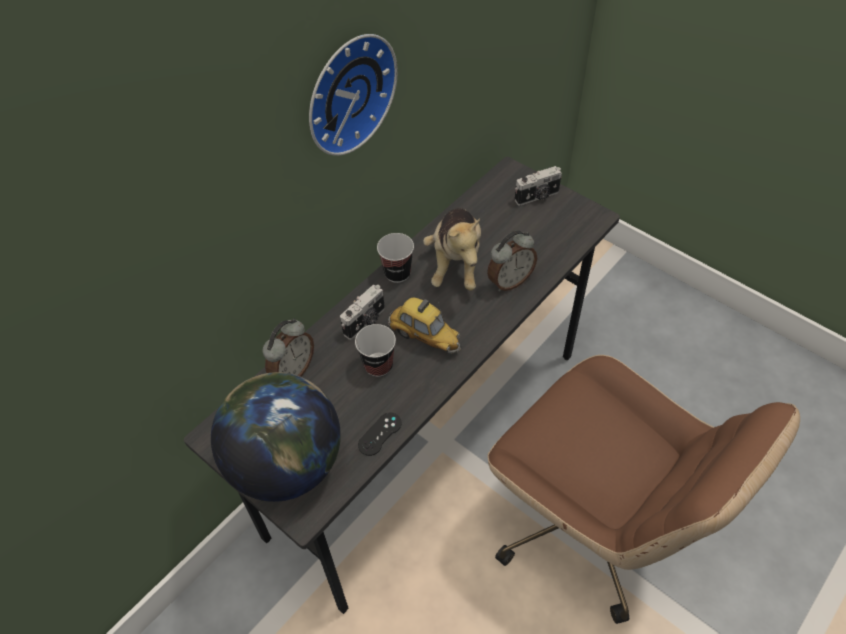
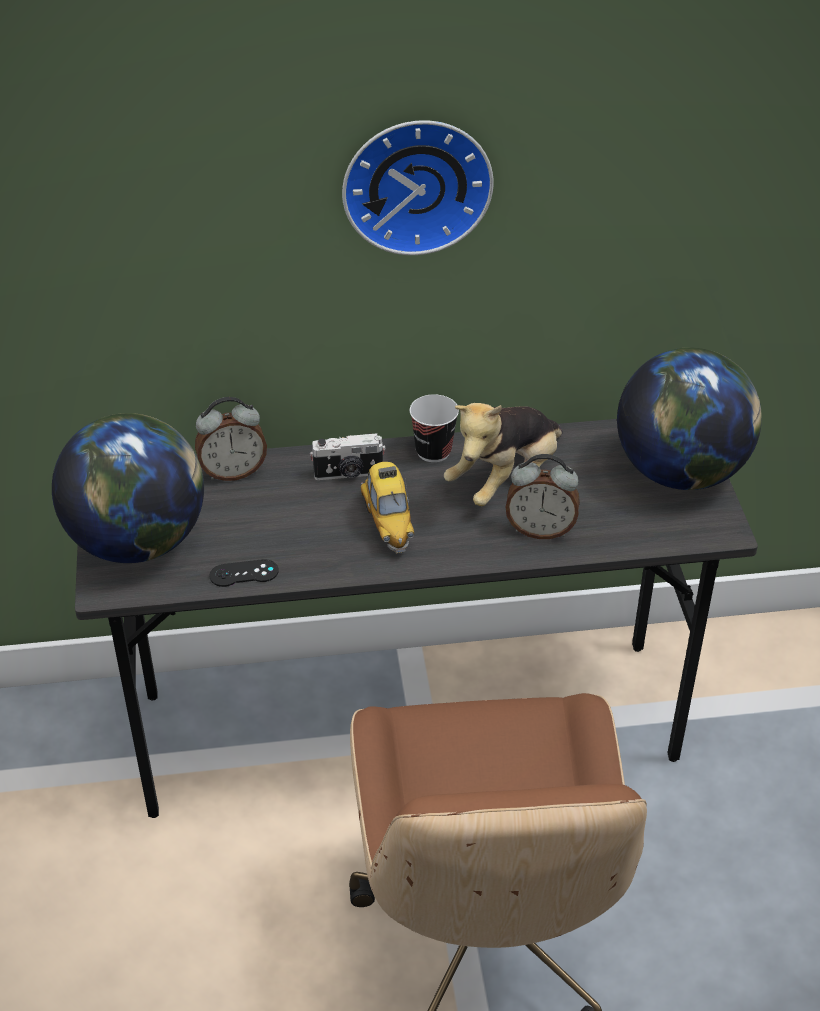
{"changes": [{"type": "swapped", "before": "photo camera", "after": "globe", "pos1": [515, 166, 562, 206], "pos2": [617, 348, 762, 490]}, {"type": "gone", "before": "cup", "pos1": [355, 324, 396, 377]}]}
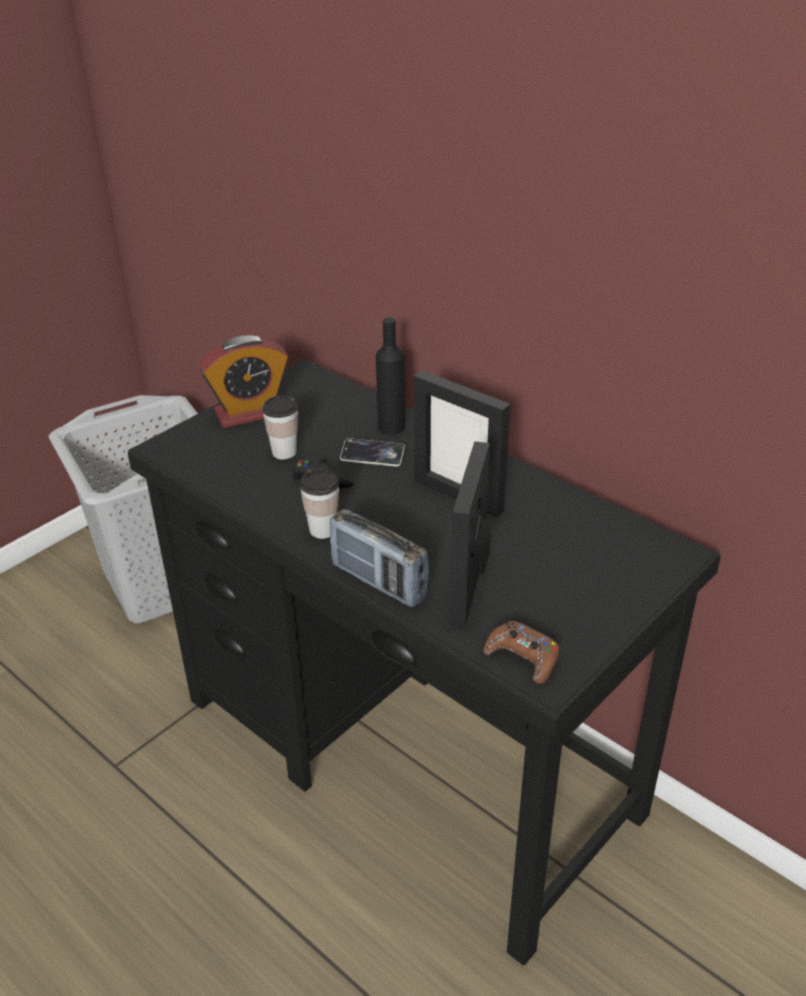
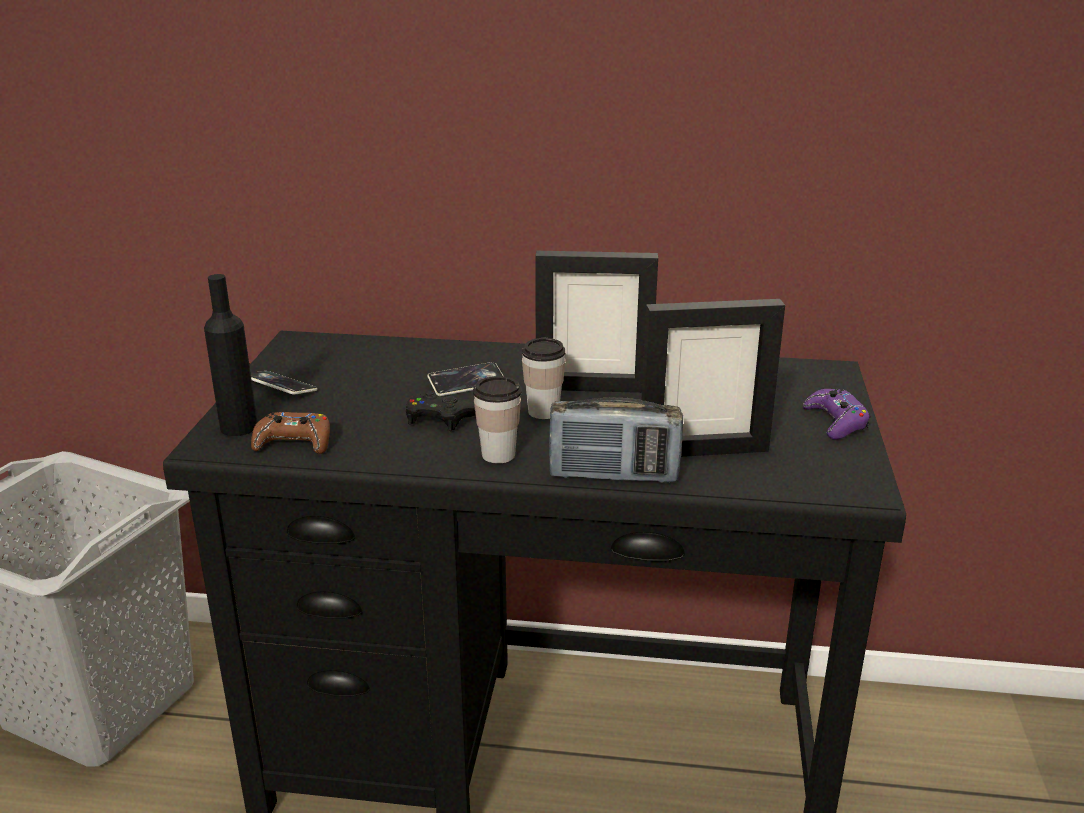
{"changes": [{"type": "shifted", "before": "bottle (black)", "pos1": [376, 317, 405, 435], "pos2": [204, 274, 257, 436]}, {"type": "swapped", "before": "alarm clock", "after": "phone", "pos1": [199, 336, 289, 428], "pos2": [251, 371, 317, 394]}, {"type": "shifted", "before": "game controller (brown)", "pos1": [483, 621, 559, 684], "pos2": [251, 412, 330, 454]}, {"type": "shifted", "before": "cup", "pos1": [262, 395, 298, 459], "pos2": [522, 338, 565, 419]}, {"type": "rotated", "before": "picture frame", "pos1": [450, 441, 491, 627], "pos2": [642, 299, 785, 457], "turn": -75}, {"type": "new", "after": "game controller (purple)", "pos2": [803, 388, 870, 440]}]}
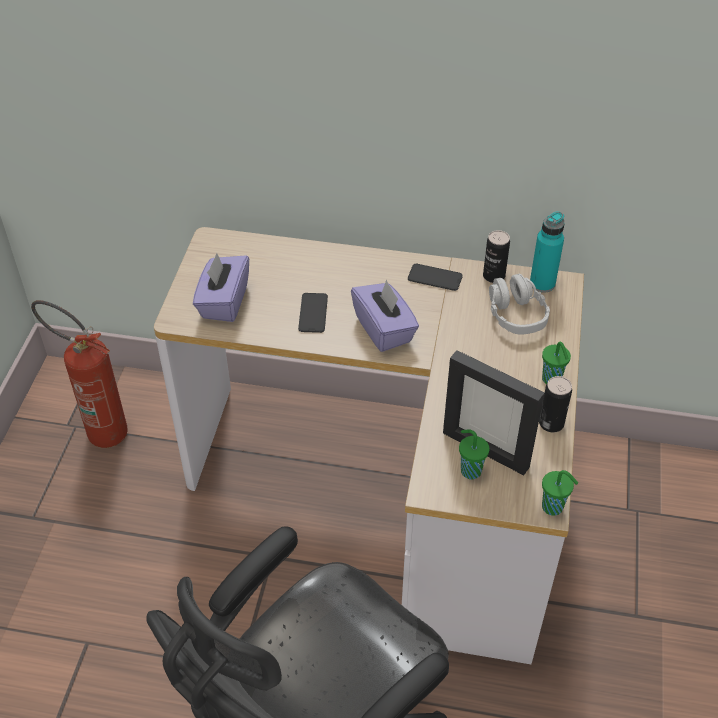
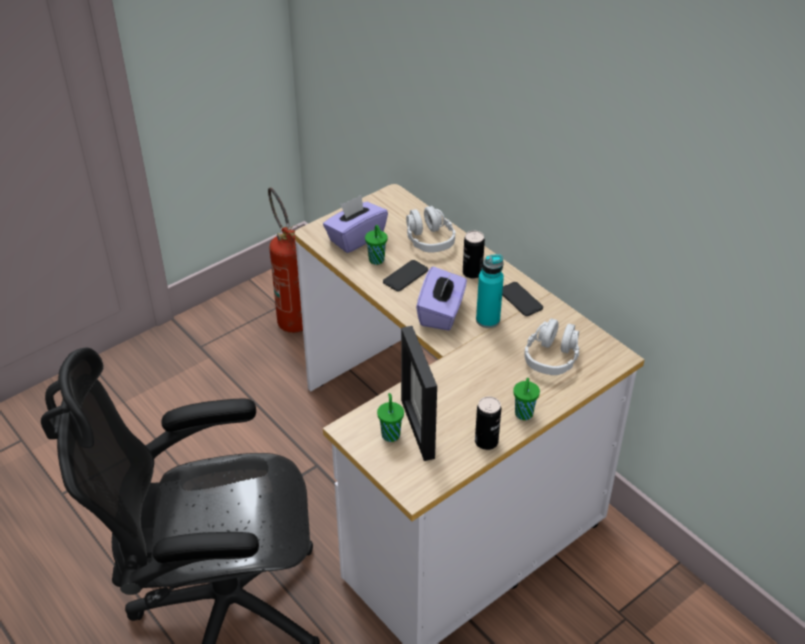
{"changes": [{"type": "shifted", "before": "cup (green)", "pos1": [542, 470, 578, 516], "pos2": [365, 225, 388, 265]}, {"type": "new", "after": "headphones (grey)", "pos2": [406, 206, 455, 253]}, {"type": "shifted", "before": "can", "pos1": [483, 230, 510, 283], "pos2": [463, 231, 485, 278]}, {"type": "shifted", "before": "bottle (turquoise)", "pos1": [530, 211, 565, 293], "pos2": [476, 254, 504, 328]}]}
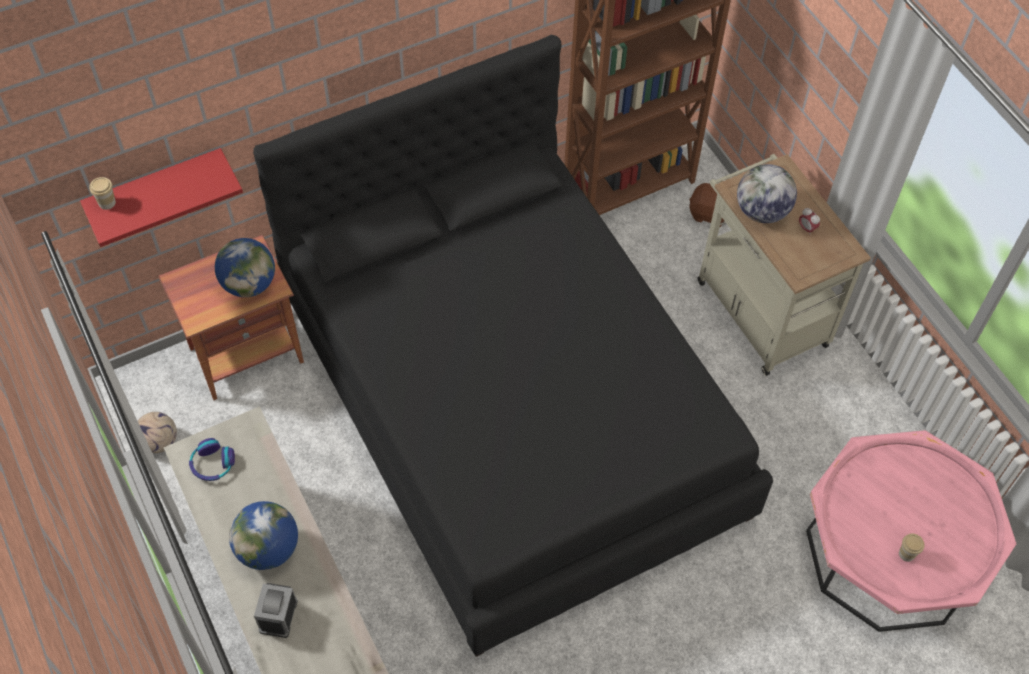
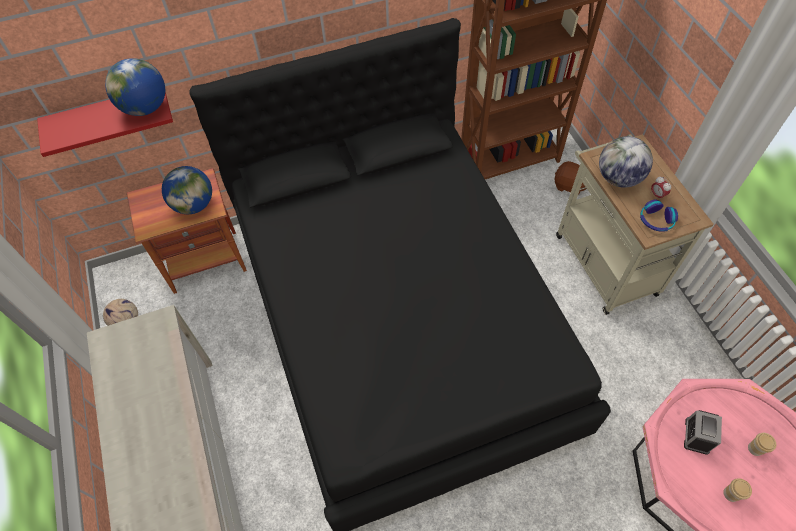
{"changes": [{"type": "shifted", "before": "globe", "pos1": [229, 501, 298, 570], "pos2": [105, 58, 165, 116]}, {"type": "shifted", "before": "headphones", "pos1": [189, 438, 235, 481], "pos2": [640, 200, 678, 232]}, {"type": "shifted", "before": "alarm clock", "pos1": [254, 583, 298, 638], "pos2": [684, 410, 722, 455]}, {"type": "shifted", "before": "cup", "pos1": [89, 177, 116, 210], "pos2": [748, 433, 776, 456]}]}
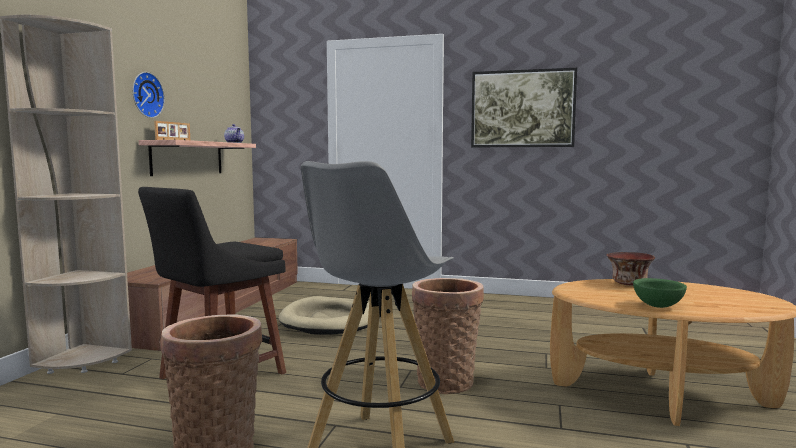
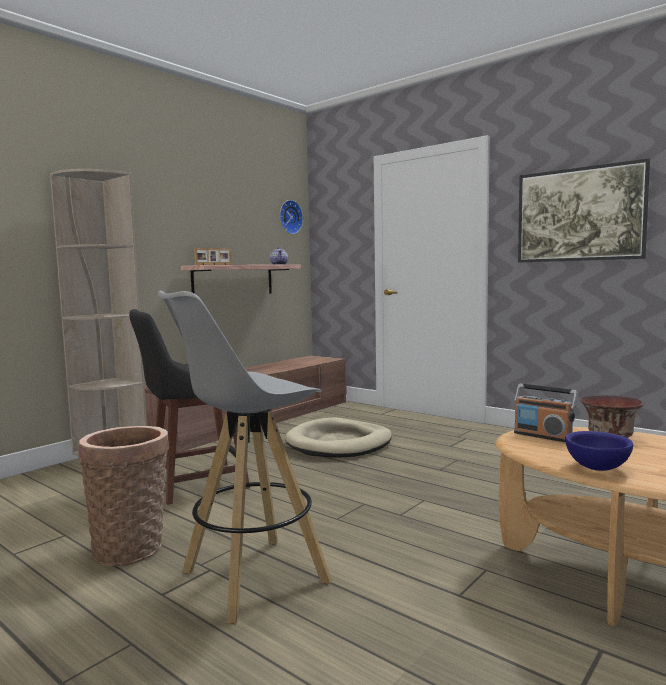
{"changes": [{"type": "shifted", "before": "wall clock", "pos1": [132, 72, 165, 118], "pos2": [280, 200, 303, 234]}, {"type": "new", "after": "radio", "pos2": [514, 384, 578, 443]}, {"type": "repainted", "before": "bowl (green)", "after": "bowl (blue)", "pos1": [633, 278, 687, 308], "pos2": [565, 431, 633, 471]}, {"type": "gone", "before": "basket", "pos1": [412, 278, 484, 394]}]}
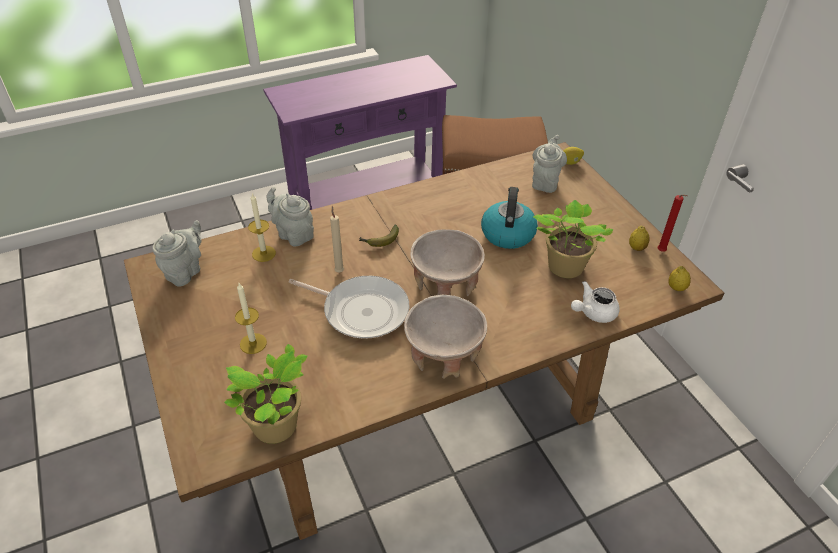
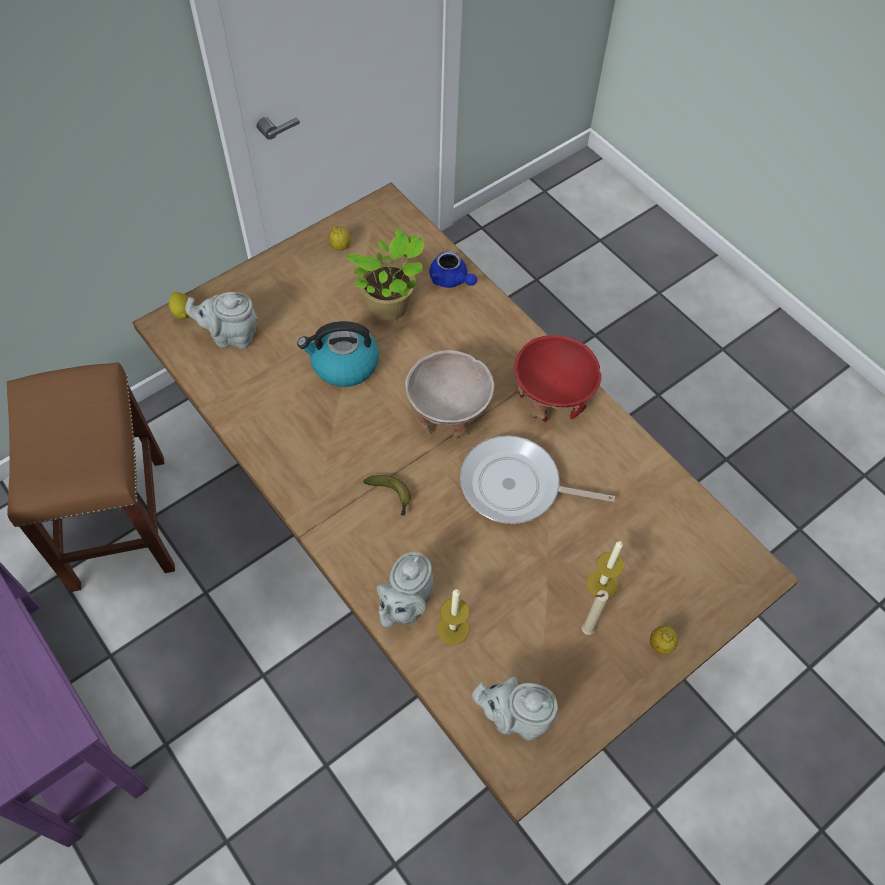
{"changes": [{"type": "repainted", "before": "teapot (white)", "after": "teapot (blue)", "pos1": [571, 281, 620, 323], "pos2": [429, 251, 477, 288]}, {"type": "rotated", "before": "frying pan", "pos1": [289, 276, 410, 339], "pos2": [460, 436, 615, 524], "turn": -90}, {"type": "repainted", "before": "bowl (beige)", "after": "bowl (red)", "pos1": [404, 295, 487, 379], "pos2": [515, 335, 601, 422]}, {"type": "shifted", "before": "candle (beige)", "pos1": [330, 206, 344, 272], "pos2": [582, 590, 609, 635]}, {"type": "shifted", "before": "lemon", "pos1": [669, 266, 691, 291], "pos2": [650, 626, 678, 654]}, {"type": "gone", "before": "potted plant", "pos1": [224, 344, 308, 444]}, {"type": "gone", "before": "candle (red)", "pos1": [657, 194, 688, 252]}]}
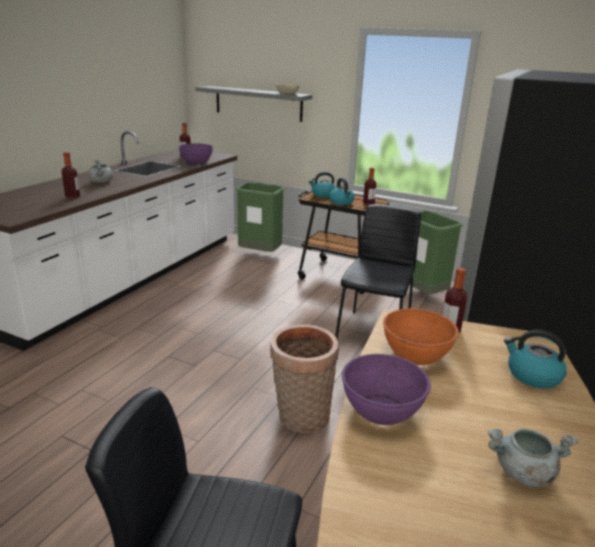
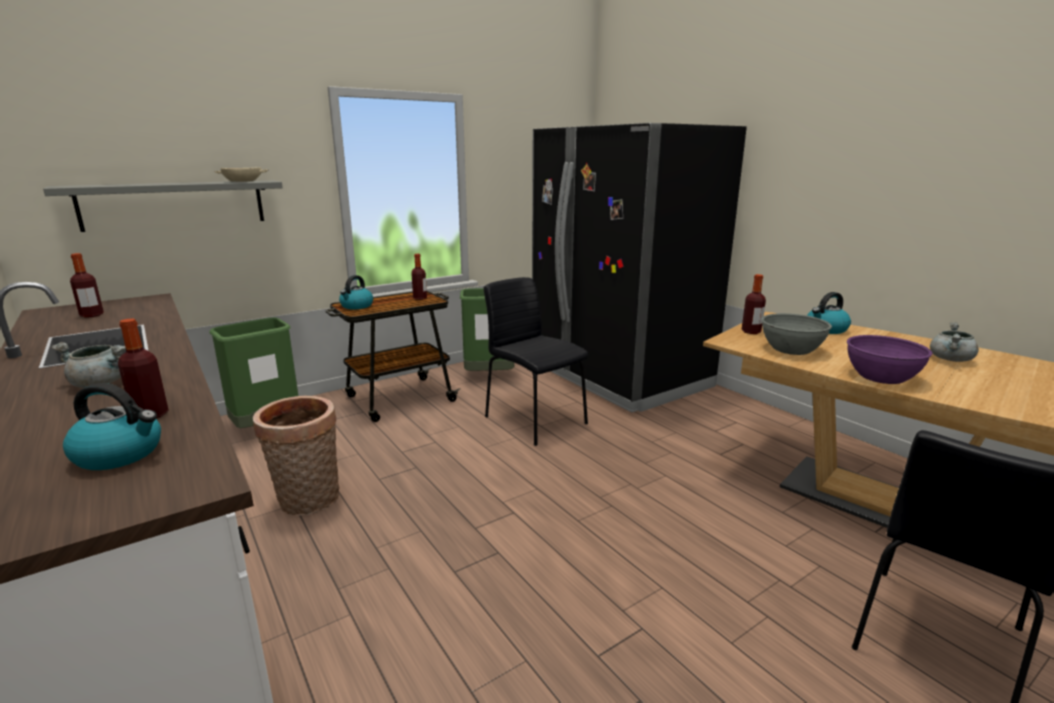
{"changes": [{"type": "shifted", "before": "kettle", "pos1": [329, 178, 355, 205], "pos2": [63, 383, 161, 470]}, {"type": "shifted", "before": "basket", "pos1": [270, 325, 339, 433], "pos2": [253, 396, 340, 516]}, {"type": "repainted", "before": "bowl (orange)", "after": "bowl (grey)", "pos1": [383, 308, 459, 365], "pos2": [761, 313, 832, 355]}, {"type": "gone", "before": "bowl (purple)", "pos1": [178, 143, 213, 164]}]}
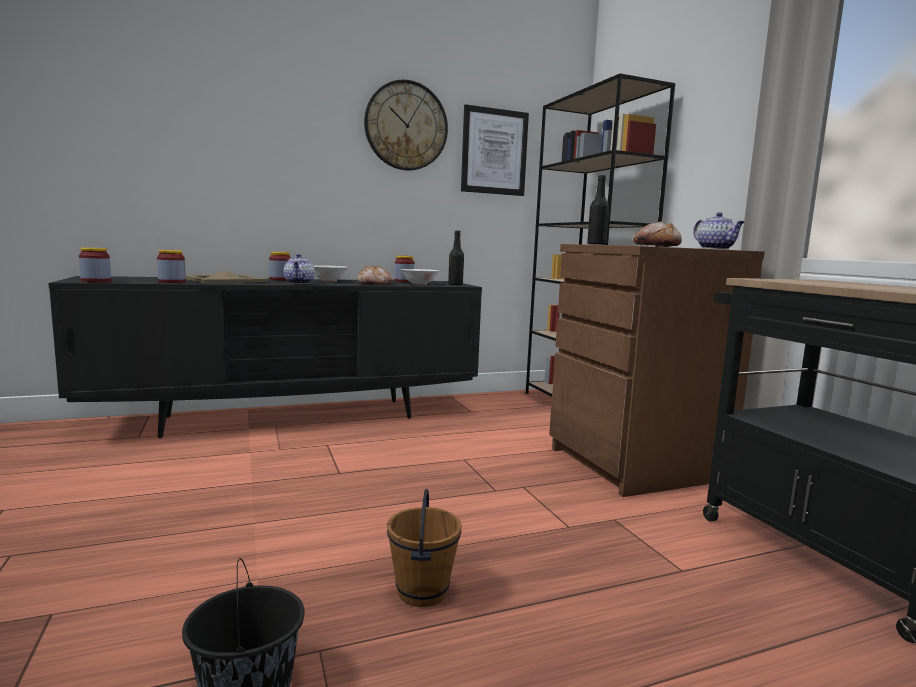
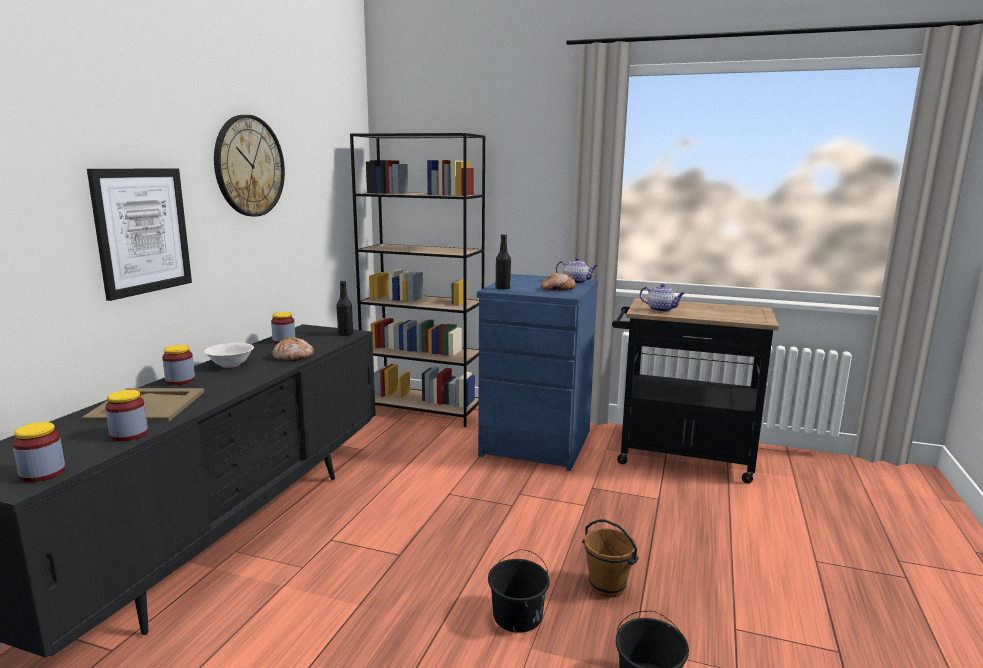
{"changes": [{"type": "shifted", "before": "picture", "pos1": [461, 104, 529, 196], "pos2": [87, 168, 192, 301]}, {"type": "repainted", "before": "dresser (brown)", "after": "dresser (blue)", "pos1": [549, 244, 765, 497], "pos2": [477, 274, 598, 471]}, {"type": "new", "after": "bucket (black)", "pos2": [488, 549, 549, 633]}, {"type": "shifted", "before": "teapot", "pos1": [284, 254, 315, 284], "pos2": [640, 283, 685, 312]}, {"type": "gone", "before": "bowl (white)", "pos1": [401, 269, 439, 285]}]}
